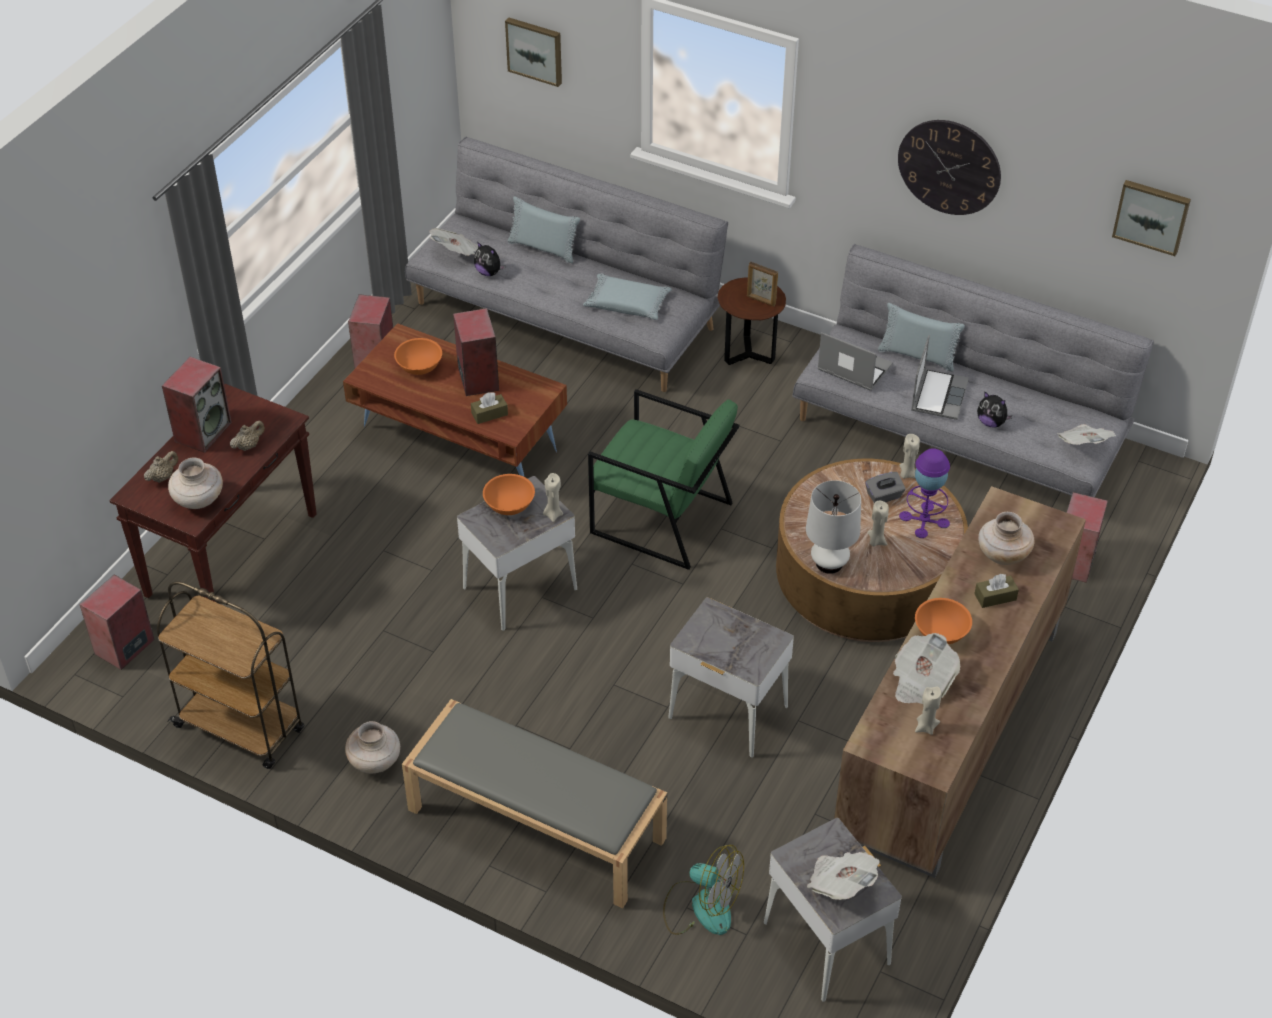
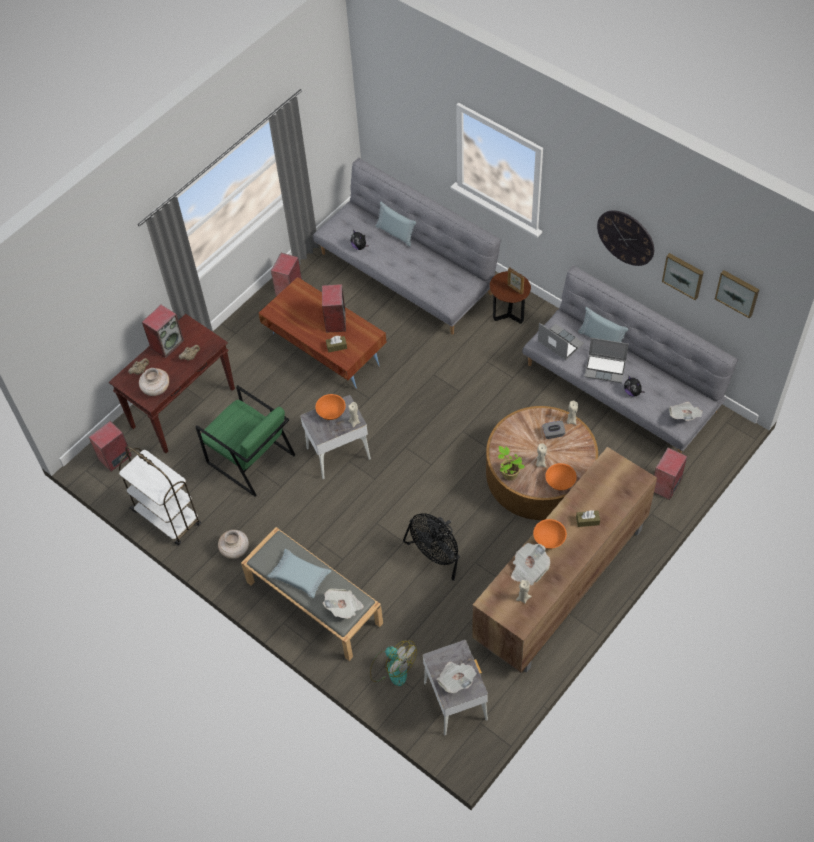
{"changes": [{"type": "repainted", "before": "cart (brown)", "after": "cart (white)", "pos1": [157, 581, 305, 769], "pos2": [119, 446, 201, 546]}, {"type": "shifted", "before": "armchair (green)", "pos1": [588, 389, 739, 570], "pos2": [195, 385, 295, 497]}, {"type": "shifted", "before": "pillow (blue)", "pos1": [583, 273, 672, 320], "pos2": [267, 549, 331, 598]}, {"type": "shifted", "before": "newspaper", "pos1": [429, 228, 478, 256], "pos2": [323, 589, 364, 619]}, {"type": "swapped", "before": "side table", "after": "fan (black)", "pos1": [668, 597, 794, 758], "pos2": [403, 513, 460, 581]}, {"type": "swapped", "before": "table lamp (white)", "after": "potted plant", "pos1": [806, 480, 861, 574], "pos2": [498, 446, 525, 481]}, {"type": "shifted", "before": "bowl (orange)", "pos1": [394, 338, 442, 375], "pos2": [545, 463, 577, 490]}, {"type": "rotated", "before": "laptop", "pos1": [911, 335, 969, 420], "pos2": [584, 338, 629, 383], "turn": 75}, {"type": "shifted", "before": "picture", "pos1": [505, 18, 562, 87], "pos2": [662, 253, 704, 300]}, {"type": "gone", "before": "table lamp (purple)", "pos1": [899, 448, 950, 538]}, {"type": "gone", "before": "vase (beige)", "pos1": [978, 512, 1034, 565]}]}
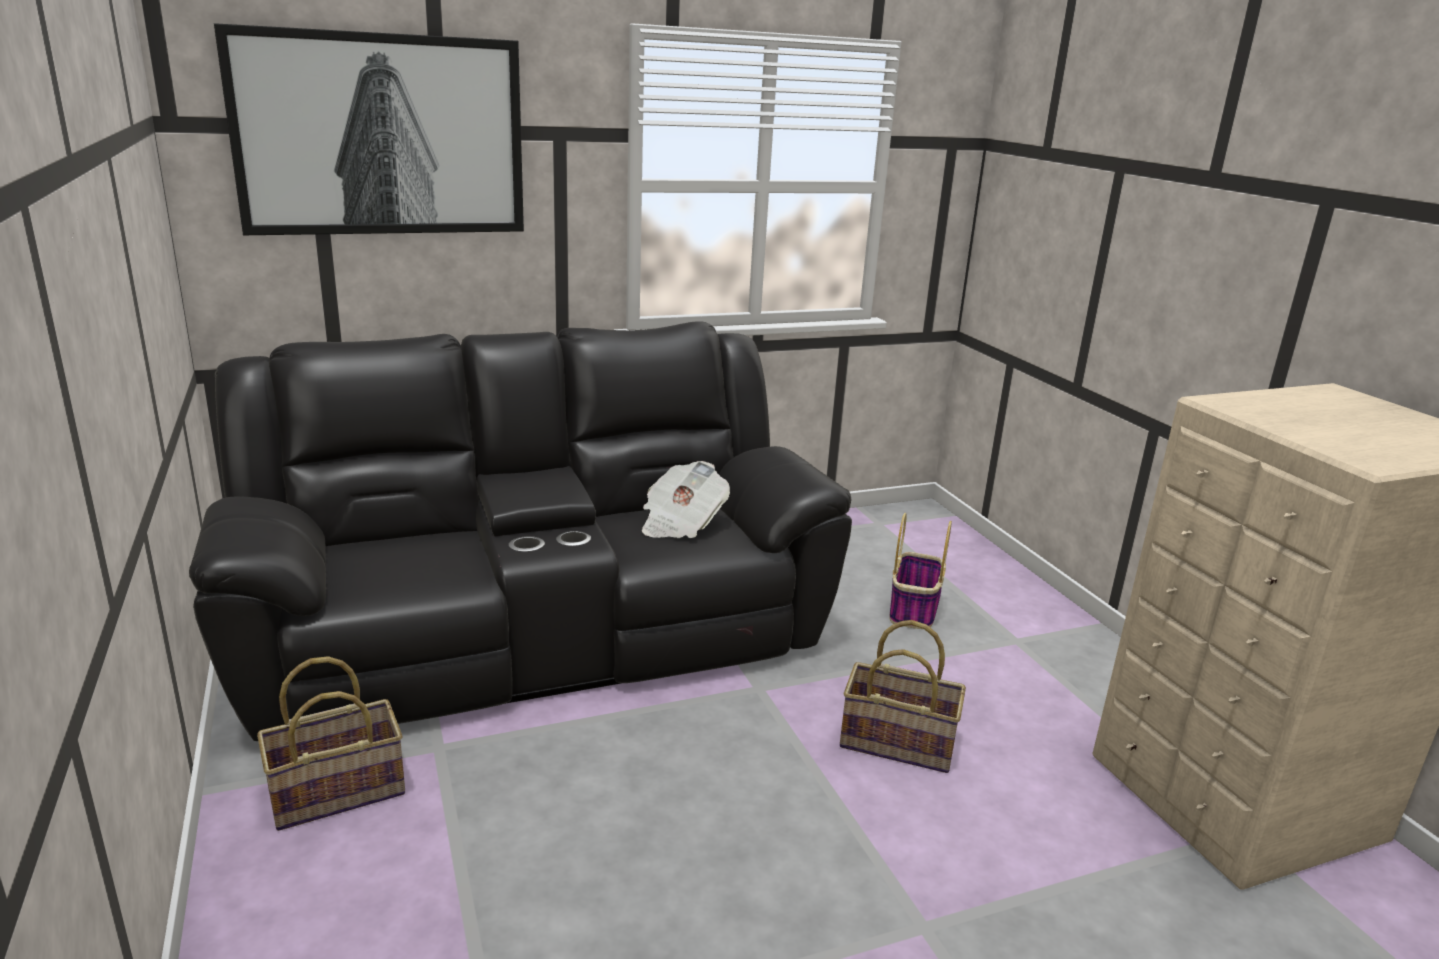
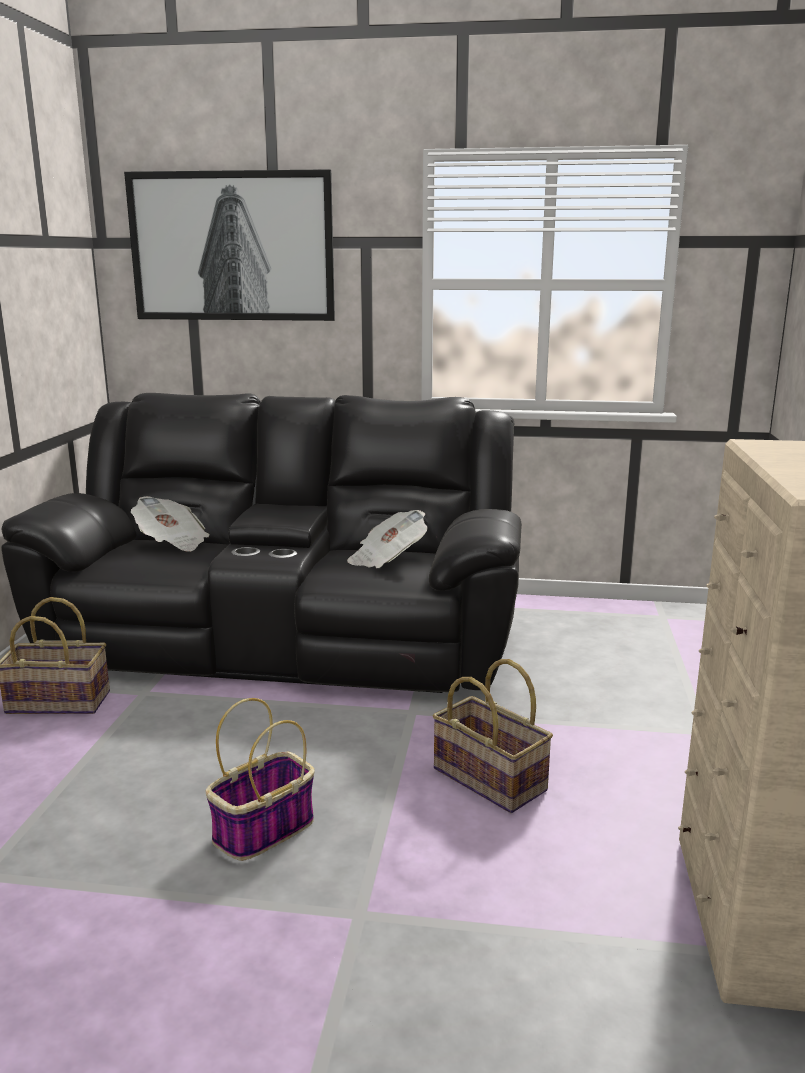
{"changes": [{"type": "new", "after": "newspaper", "pos2": [131, 496, 209, 552]}, {"type": "shifted", "before": "basket", "pos1": [889, 513, 952, 629], "pos2": [206, 698, 314, 861]}]}
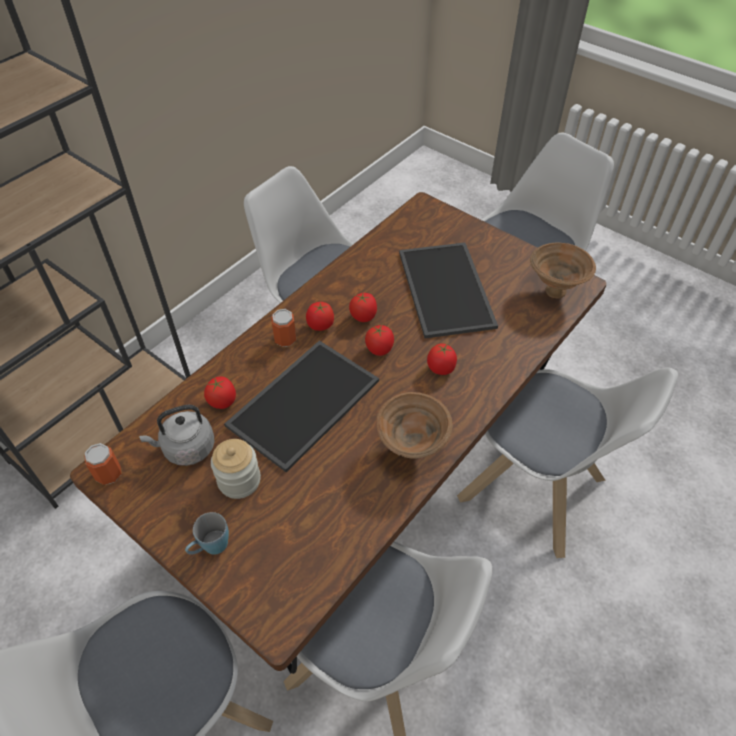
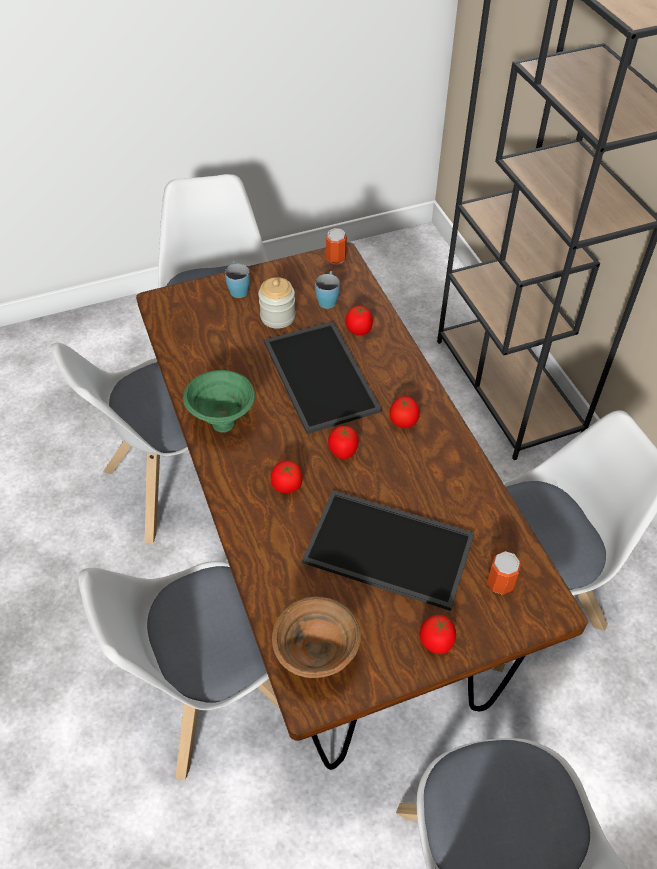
{"changes": [{"type": "repainted", "before": "bowl (brown)", "after": "bowl (green)", "pos1": [376, 392, 452, 459], "pos2": [183, 370, 255, 433]}, {"type": "swapped", "before": "kettle (grey)", "after": "mug (blue)", "pos1": [139, 405, 215, 466], "pos2": [315, 271, 340, 309]}, {"type": "shifted", "before": "tomato", "pos1": [349, 293, 377, 322], "pos2": [420, 615, 456, 654]}, {"type": "shifted", "before": "can", "pos1": [271, 309, 297, 347], "pos2": [487, 551, 521, 595]}]}
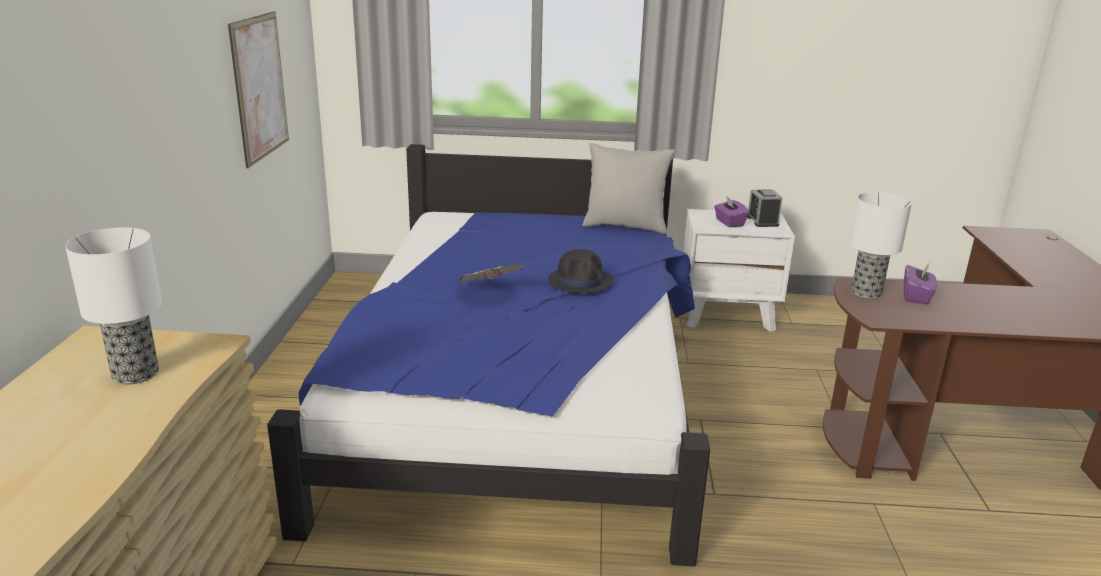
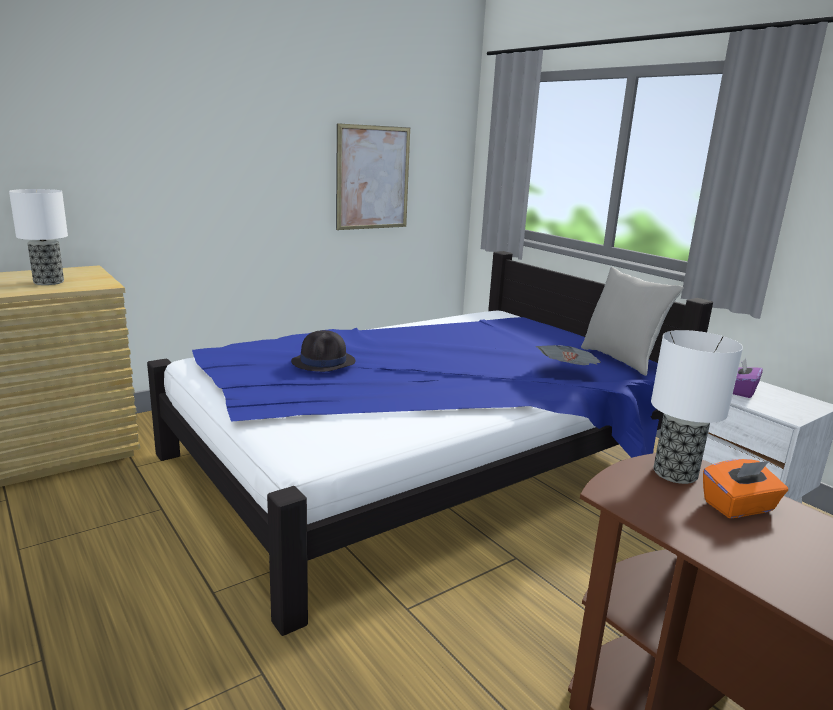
{"changes": [{"type": "shifted", "before": "hat (black)", "pos1": [548, 249, 613, 293], "pos2": [291, 330, 355, 372]}, {"type": "shifted", "before": "newspaper", "pos1": [458, 264, 523, 281], "pos2": [536, 345, 601, 365]}, {"type": "repainted", "before": "tissue box (purple)", "after": "tissue box (orange)", "pos1": [904, 263, 937, 305], "pos2": [703, 459, 788, 518]}, {"type": "gone", "before": "alarm clock", "pos1": [747, 190, 783, 227]}]}
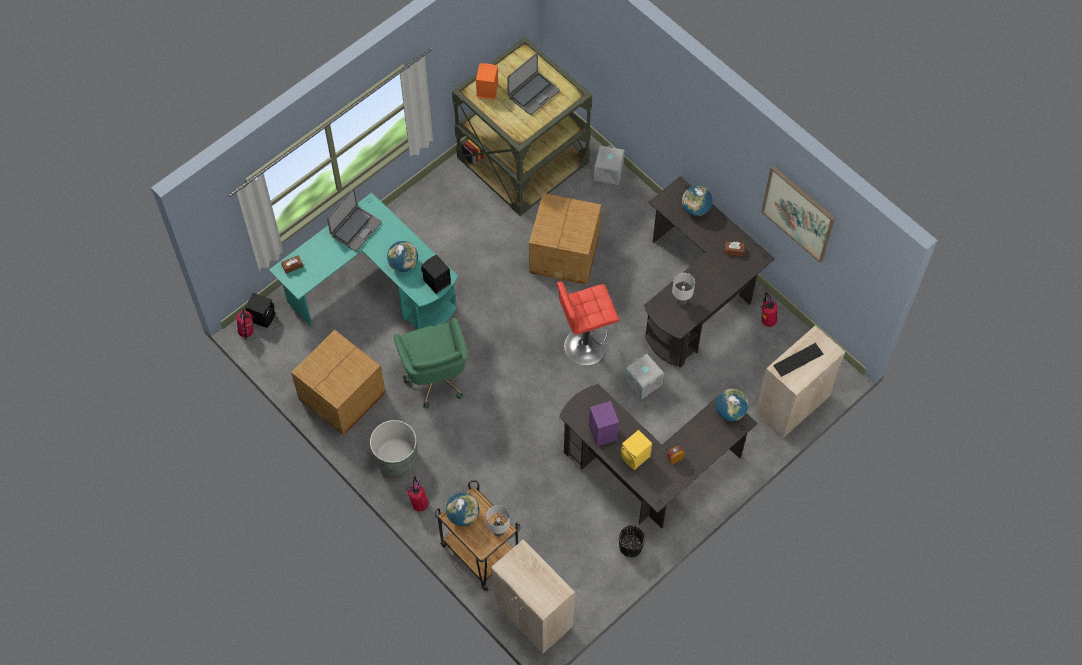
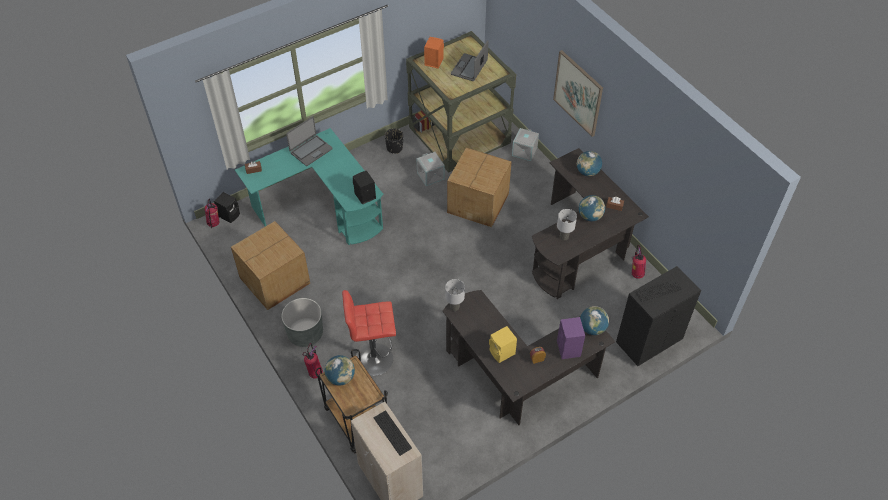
{"changes": [{"type": "shifted", "before": "stool (red)", "pos1": [557, 281, 619, 365], "pos2": [342, 290, 396, 376]}, {"type": "new", "after": "keyboard", "pos2": [374, 410, 412, 456]}, {"type": "shifted", "before": "planter (black)", "pos1": [619, 525, 645, 557], "pos2": [385, 129, 403, 154]}, {"type": "shifted", "before": "storage box (grey)", "pos1": [624, 354, 664, 400], "pos2": [417, 152, 445, 186]}, {"type": "shifted", "before": "table lamp (white)", "pos1": [486, 505, 510, 536], "pos2": [445, 279, 465, 311]}, {"type": "rotated", "before": "laptop", "pos1": [507, 53, 560, 115], "pos2": [451, 40, 489, 81], "turn": 150}, {"type": "shifted", "before": "picture", "pos1": [761, 166, 835, 263], "pos2": [553, 50, 603, 137]}, {"type": "shifted", "before": "speaker (purple)", "pos1": [589, 401, 619, 447], "pos2": [557, 317, 585, 359]}, {"type": "shifted", "before": "globe", "pos1": [387, 241, 418, 272], "pos2": [579, 195, 605, 221]}, {"type": "repainted", "before": "cabinet (beige)", "after": "cabinet (black)", "pos1": [755, 326, 845, 438], "pos2": [616, 266, 701, 366]}, {"type": "gone", "before": "office chair (green)", "pos1": [394, 318, 468, 409]}]}
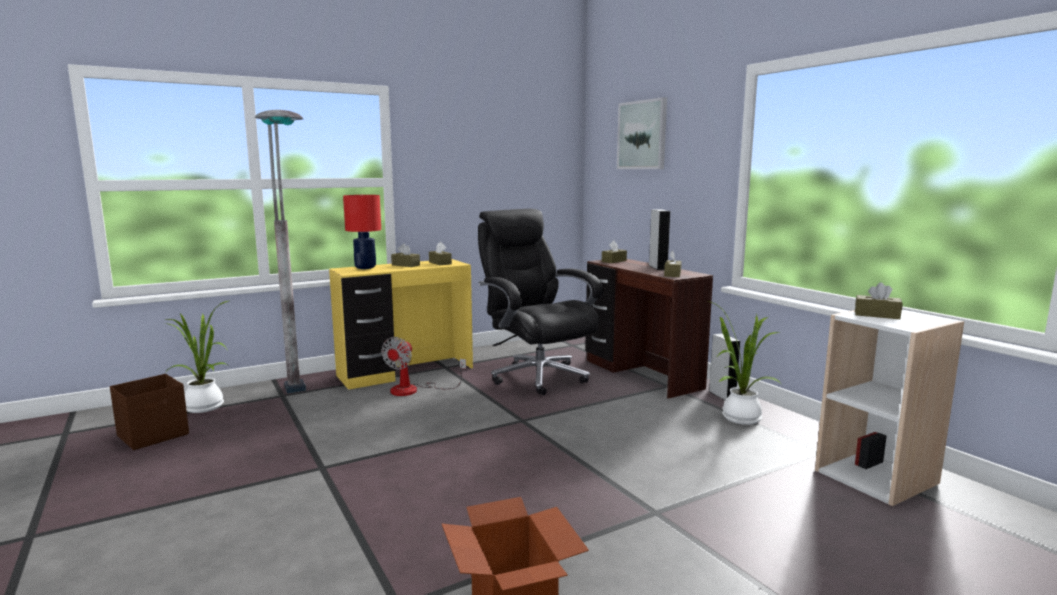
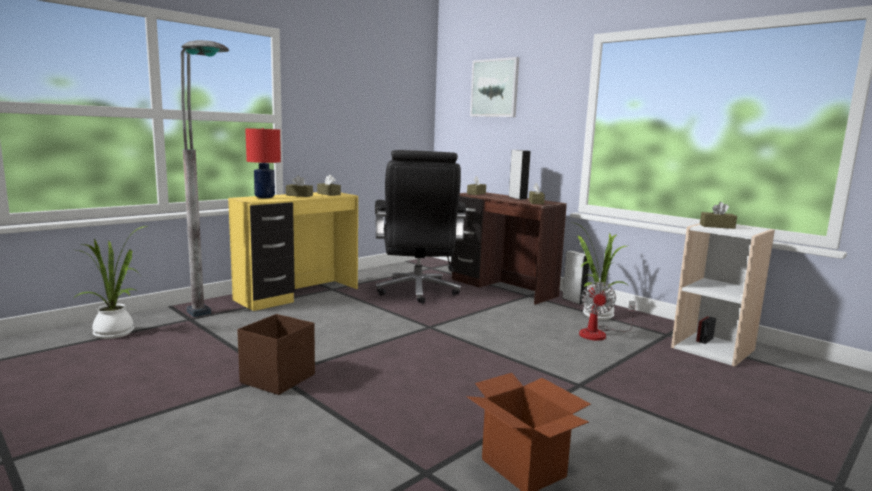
{"changes": [{"type": "shifted", "before": "storage box (brown)", "pos1": [110, 374, 189, 450], "pos2": [237, 314, 315, 395]}, {"type": "rotated", "before": "office chair (black)", "pos1": [478, 209, 603, 395], "pos2": [375, 150, 466, 304], "turn": -135}, {"type": "shifted", "before": "fan", "pos1": [381, 337, 466, 396], "pos2": [579, 282, 636, 341]}]}
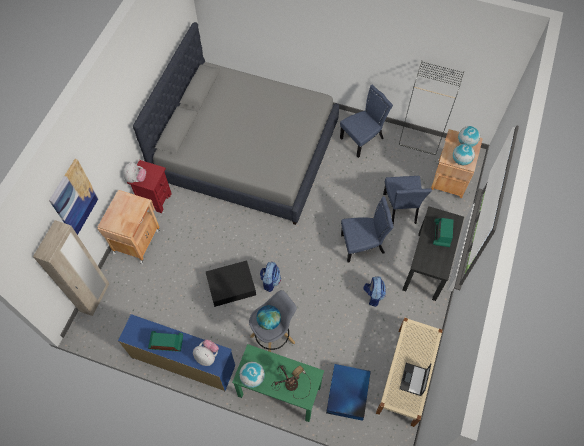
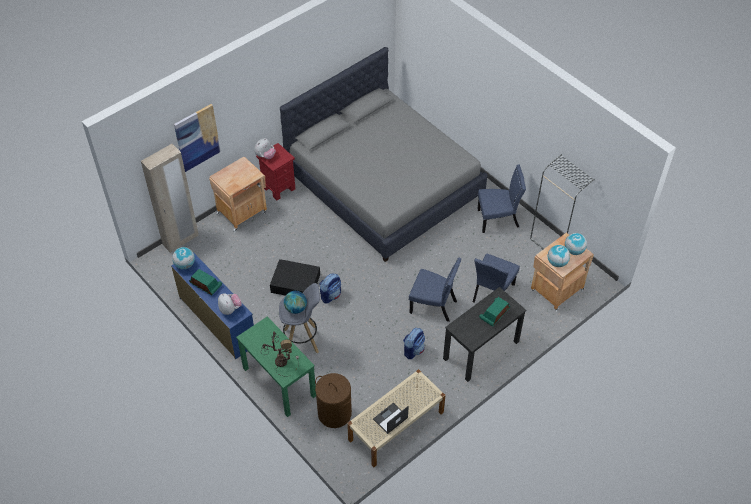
{"changes": [{"type": "shifted", "before": "globe", "pos1": [239, 362, 265, 388], "pos2": [172, 247, 195, 269]}, {"type": "swapped", "before": "storage box (blue)", "after": "laundry basket (brown)", "pos1": [326, 364, 371, 421], "pos2": [315, 373, 352, 428]}]}
